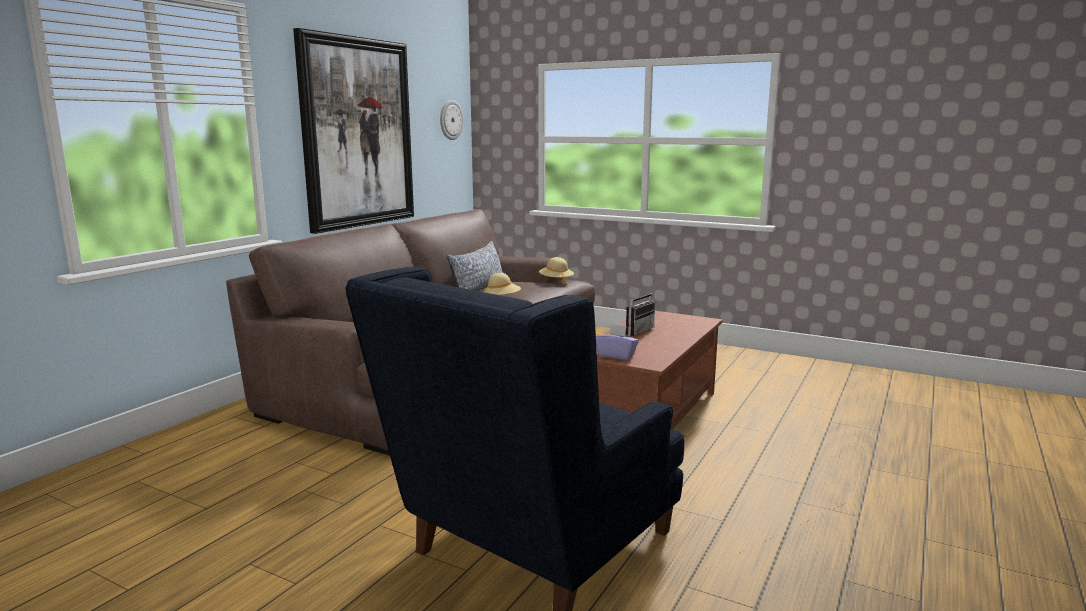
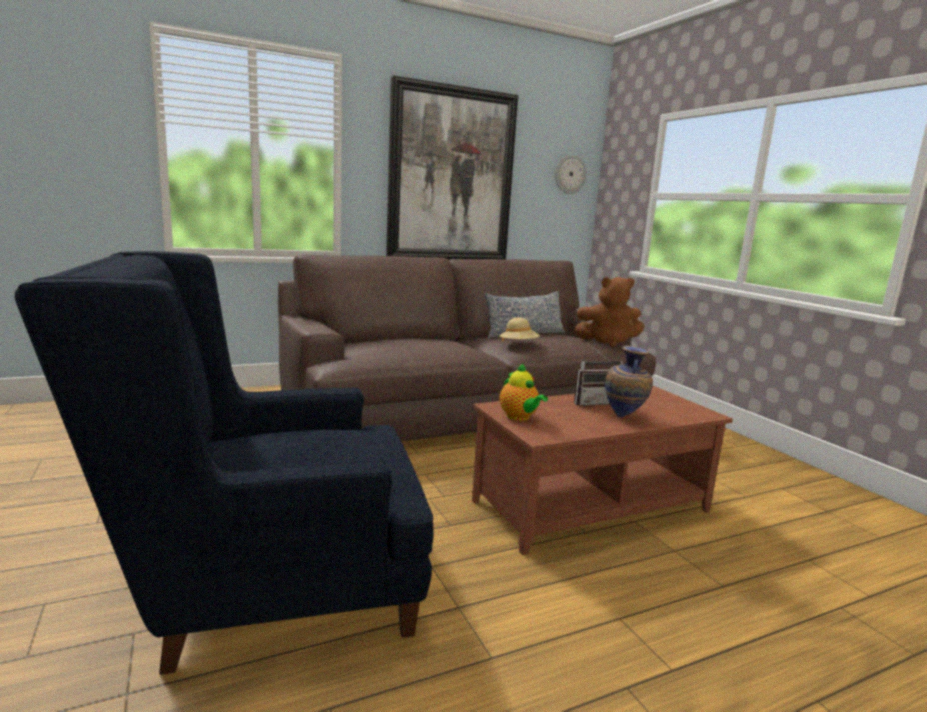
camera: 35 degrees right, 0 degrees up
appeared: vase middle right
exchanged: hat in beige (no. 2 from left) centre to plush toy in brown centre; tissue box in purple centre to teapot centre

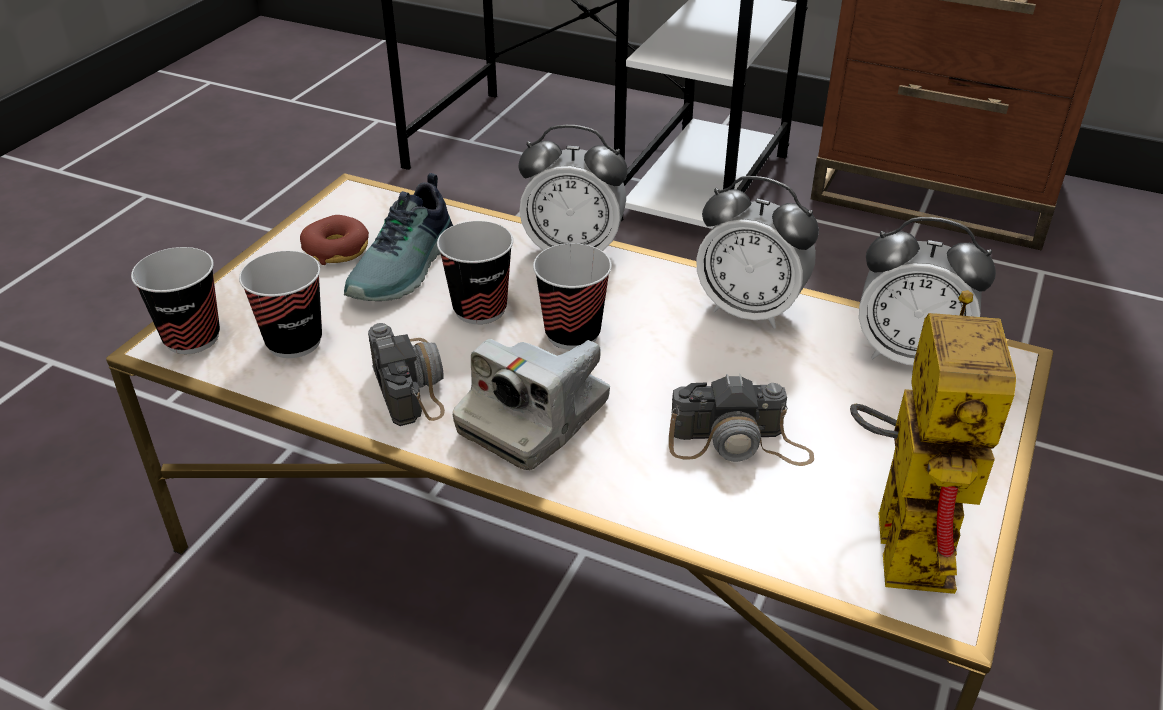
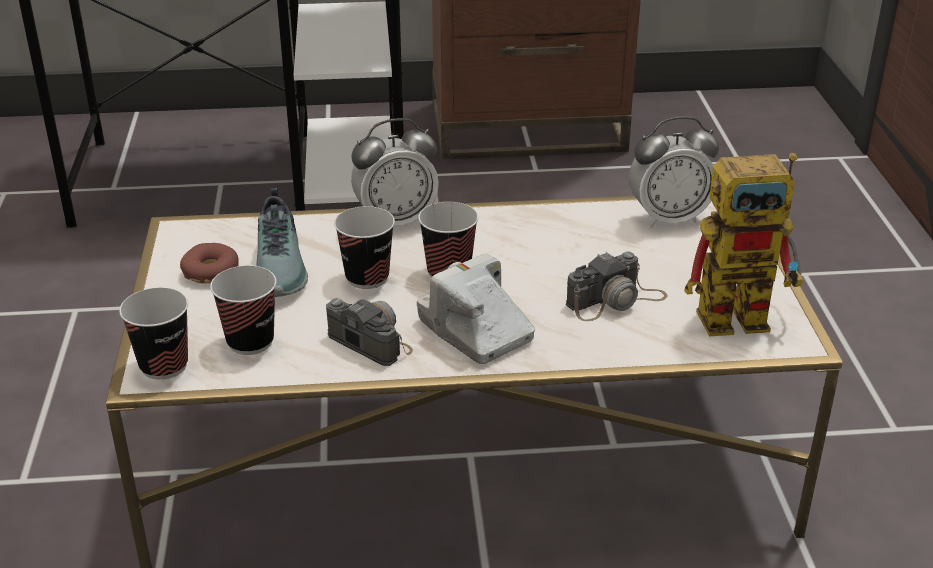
camera: 30 degrees left, 5 degrees down
missing: alarm clock (no. 2 from left) centre
spun: photo camera (no. 2 from left) centre = centre 135 degrees clockwise; toy robot middle right = middle right 105 degrees clockwise

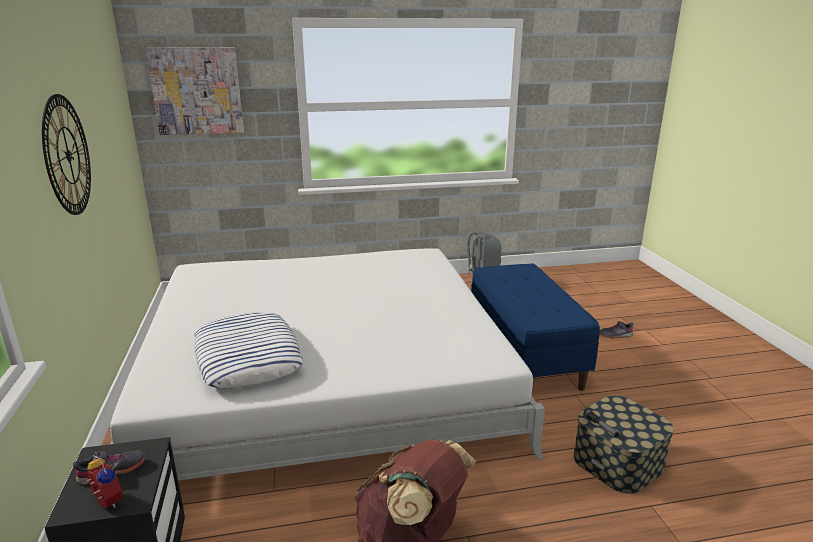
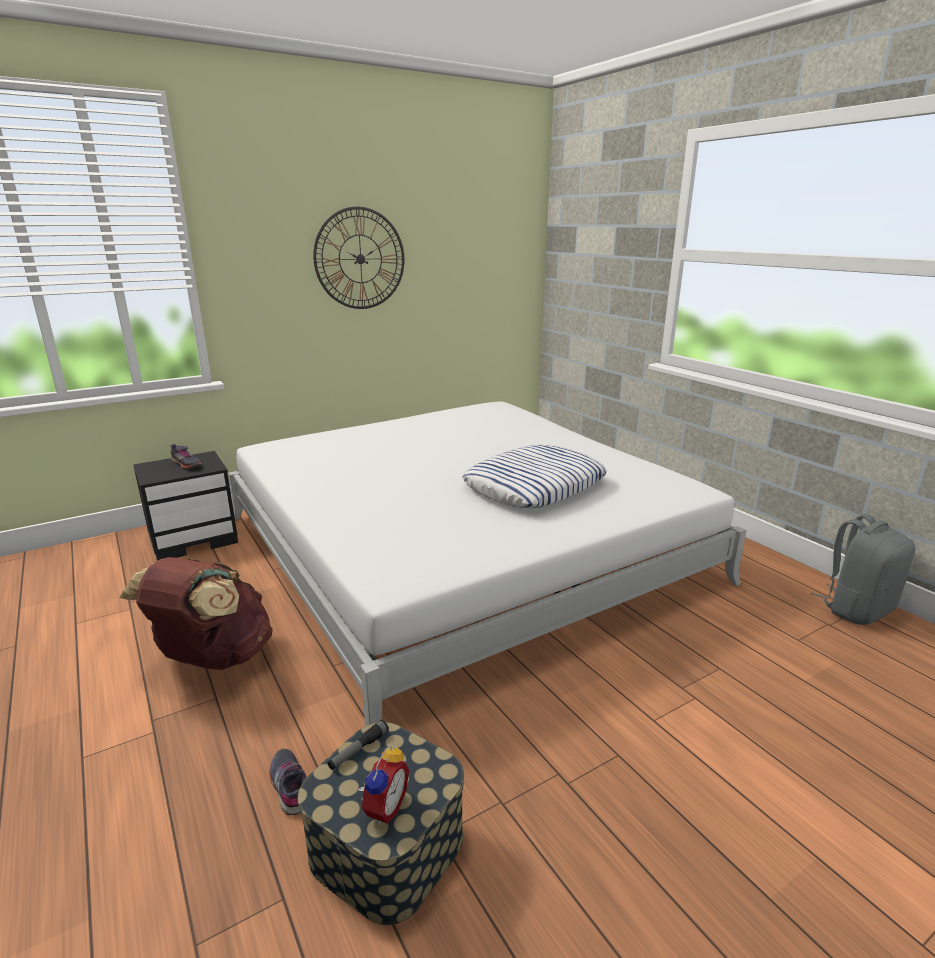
camera: 70 degrees right, 0 degrees up
missing: picture top left; bench in blue centre
relocated: alarm clock bottom left to bottom centre; pillow middle left to centre; shoe in grey (no. 2 from left) middle right to bottom left

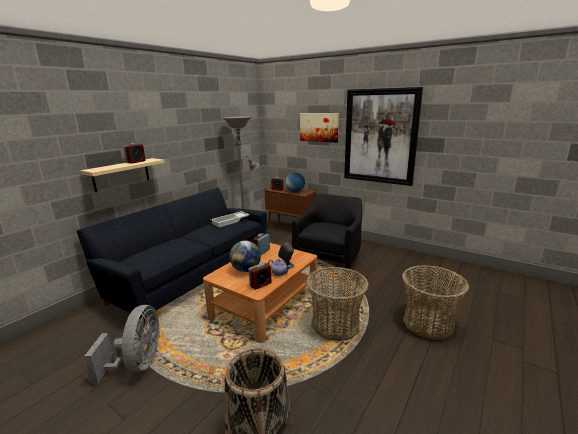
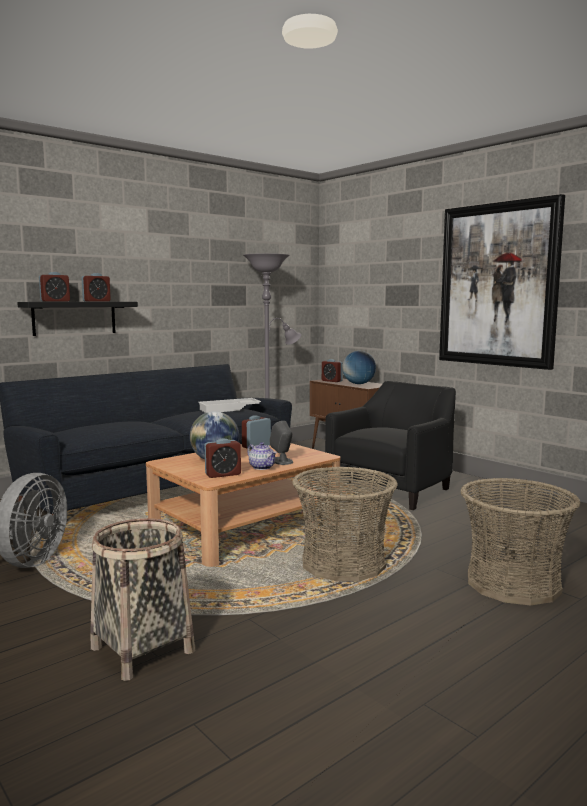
camera: 15 degrees right, 10 degrees down
missing: picture (no. 1 from left) top centre
appeared: alarm clock (no. 1 from left) middle left
colour: shelf in beige middle left to shelf in black middle left

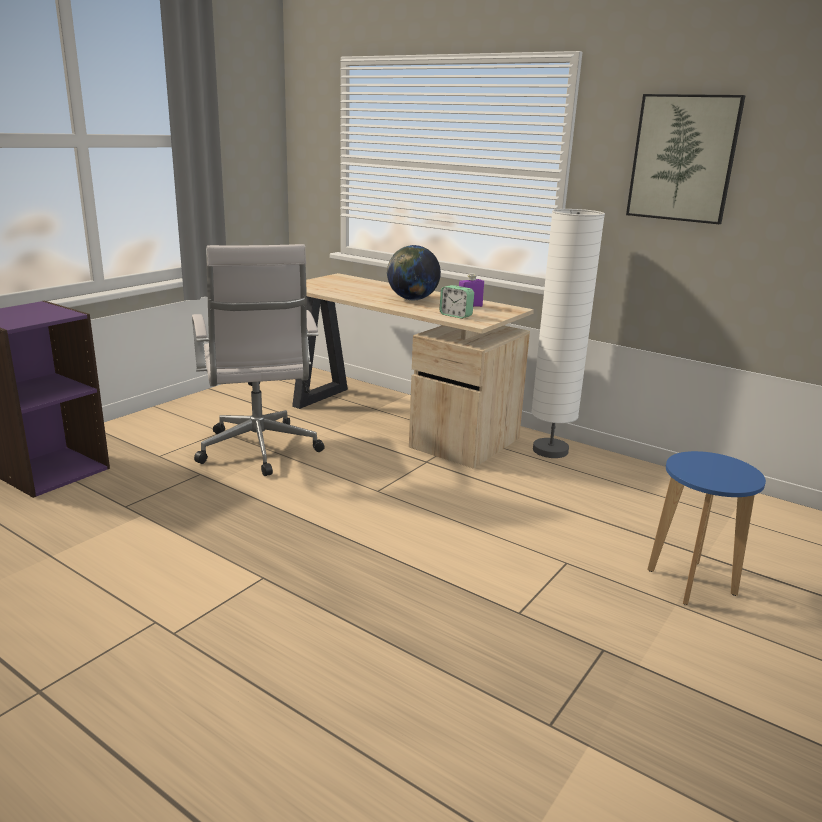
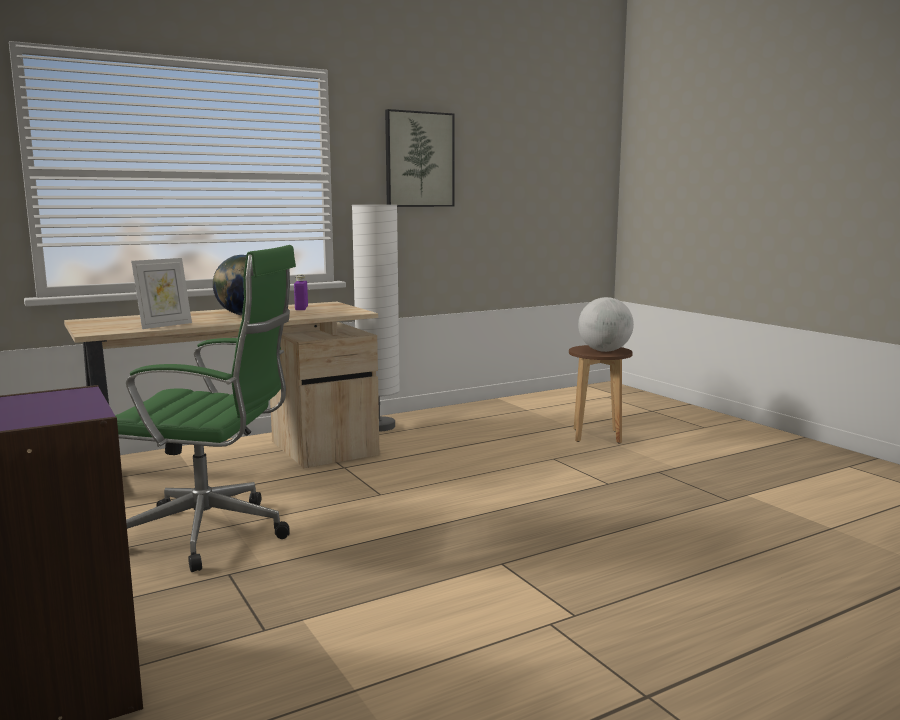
camera: 65 degrees left, 10 degrees down
missing: alarm clock centre
appeared: picture frame middle left; globe (no. 2 from left) middle right
colour: office chair in white middle left to office chair in green middle left; stool in blue middle right to stool in brown middle right

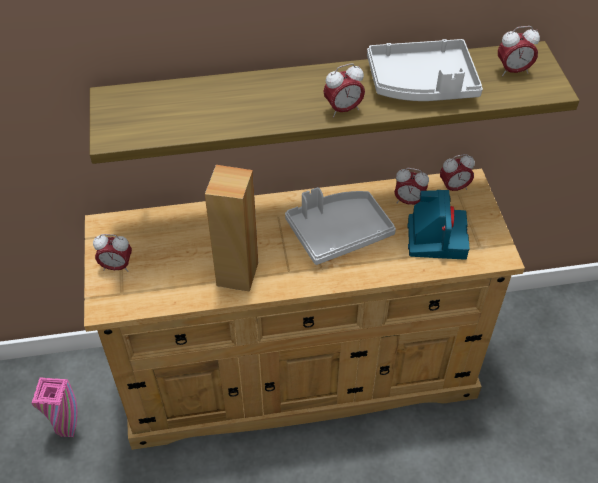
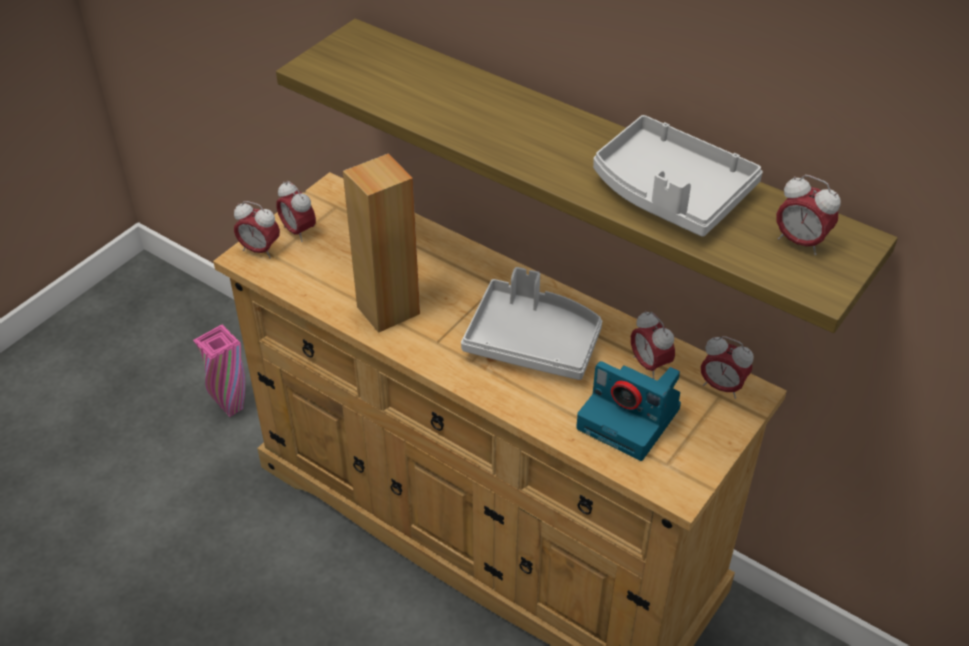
camera: 45 degrees right, 5 degrees down
relocated: alarm clock (no. 2 from left in the first image) top centre to alarm clock (no. 1 from left) middle left
spun: photo camera middle right = centre 75 degrees clockwise

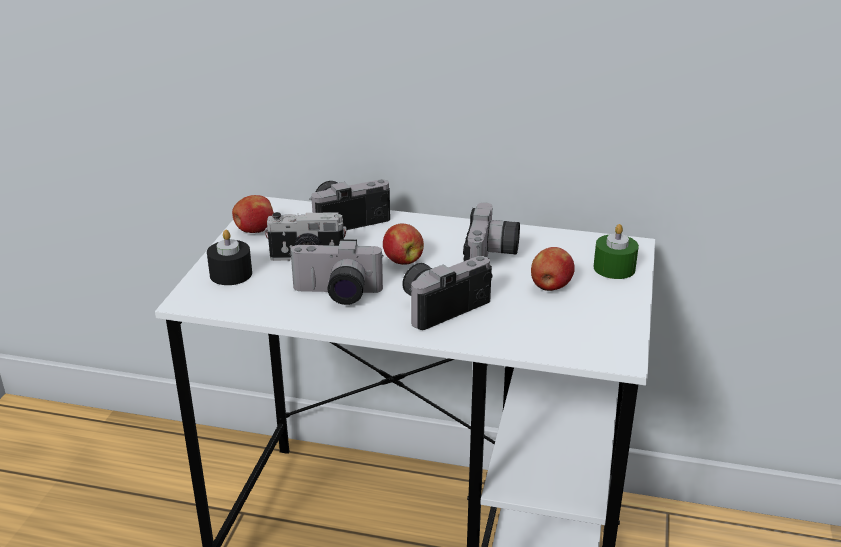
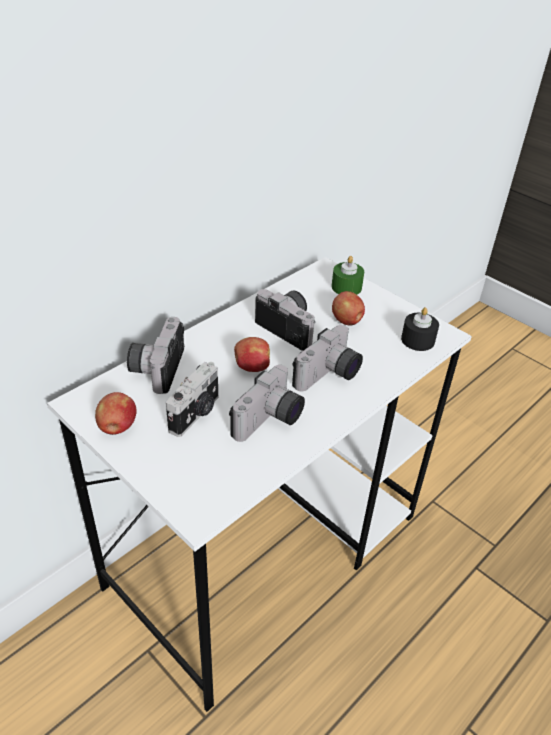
camera: 60 degrees left, 10 degrees up
relocated: candle in black middle left to middle right
spun: photo camera (no. 4 from left in the first image) centre = centre 135 degrees counterclockwise

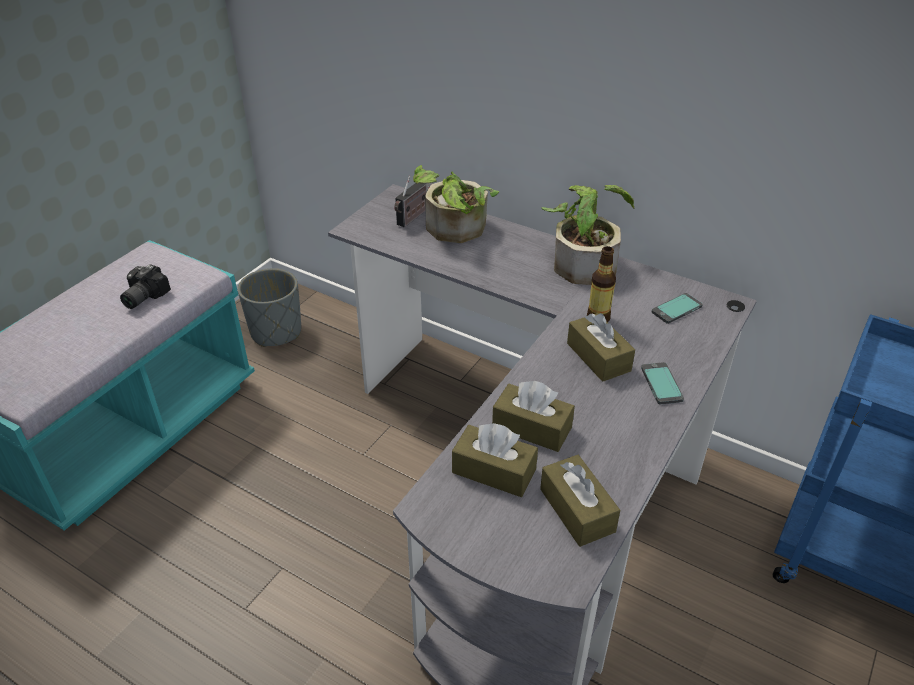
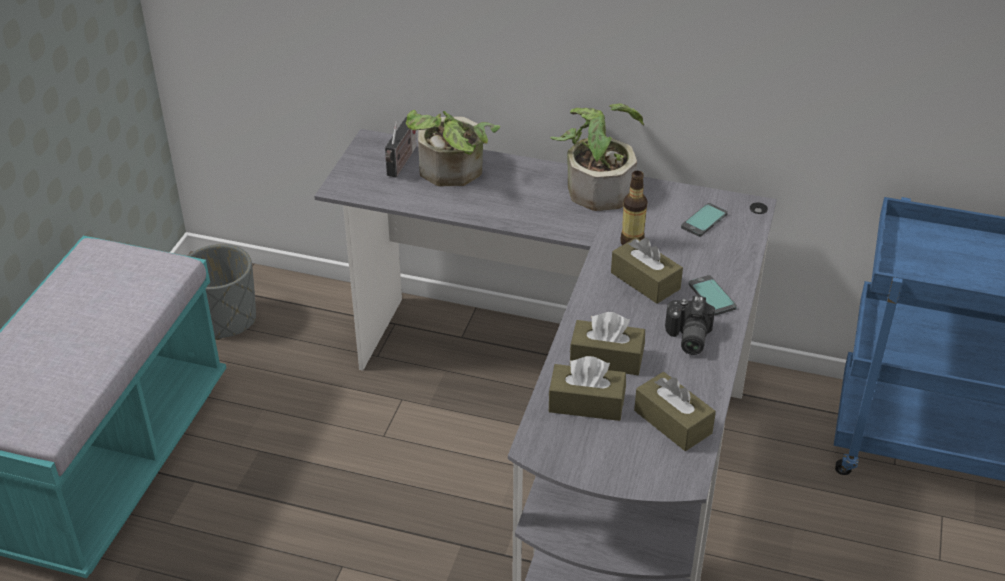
camera: 15 degrees left, 0 degrees up
relocated: photo camera middle left to middle right

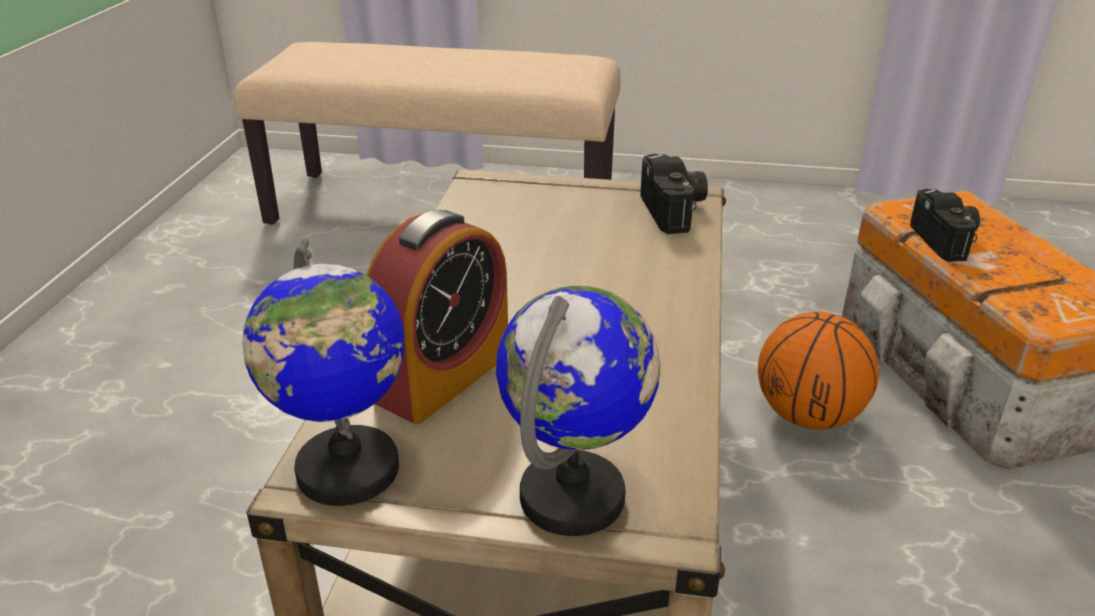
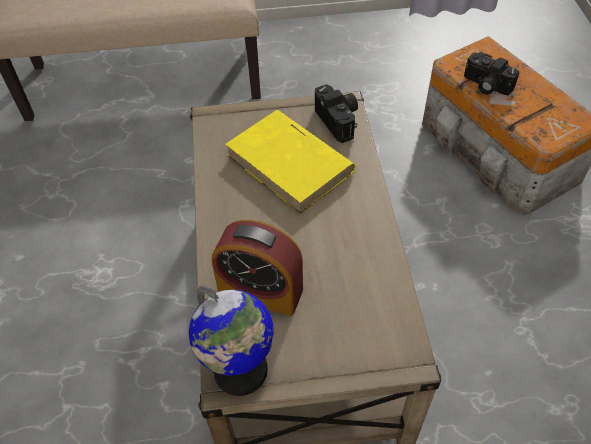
camera: 15 degrees left, 20 degrees up
missing: globe (no. 2 from left) bottom centre; basketball middle right
appeared: book in yellow centre
spun: alarm clock centre = centre 90 degrees clockwise; photo camera (no. 2 from left) middle right = top right 150 degrees clockwise

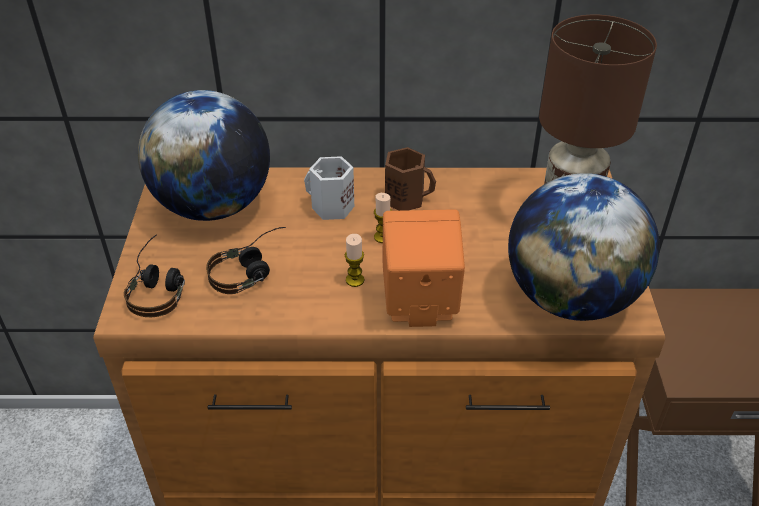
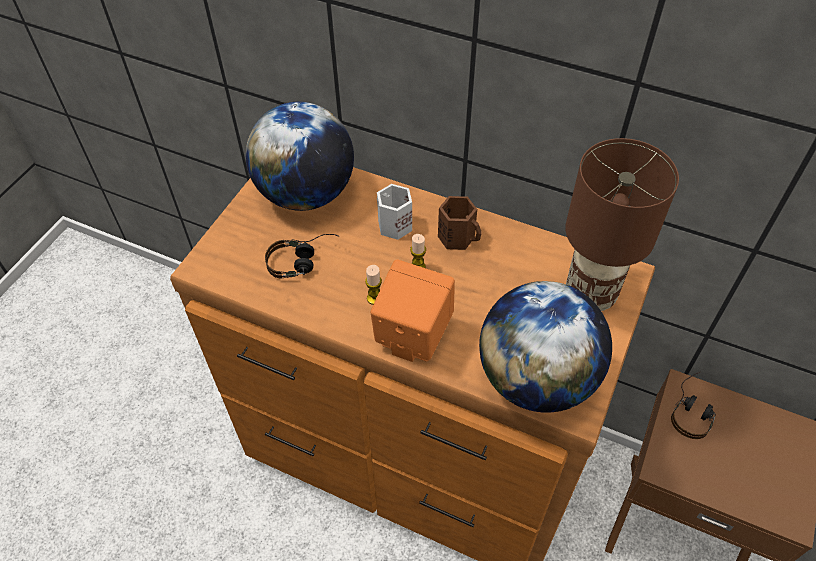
camera: 25 degrees right, 10 degrees up
relocated: headphones (no. 1 from left in the first image) middle left to headphones (no. 2 from left) bottom right

